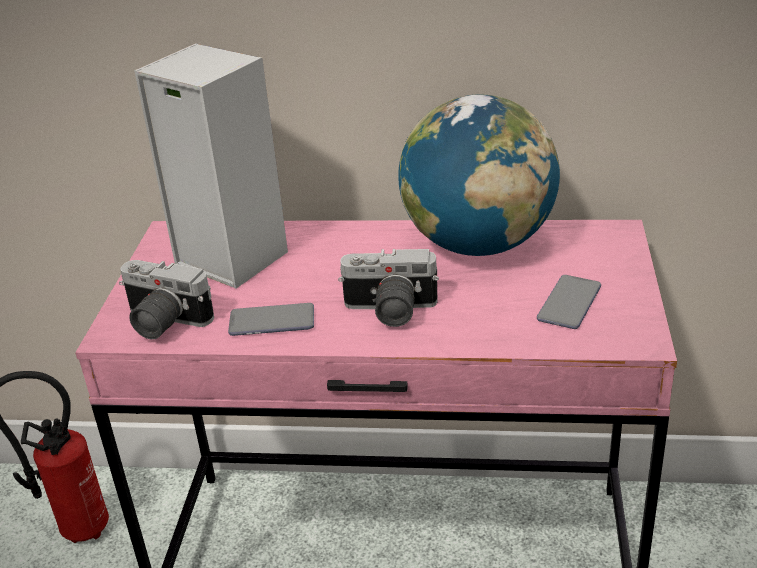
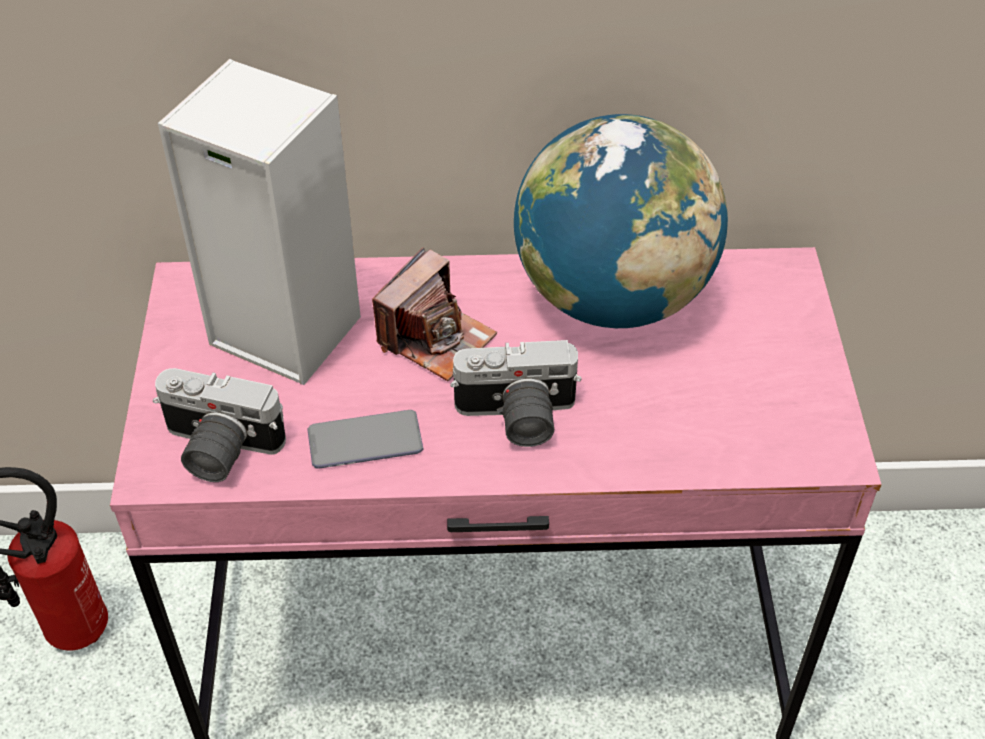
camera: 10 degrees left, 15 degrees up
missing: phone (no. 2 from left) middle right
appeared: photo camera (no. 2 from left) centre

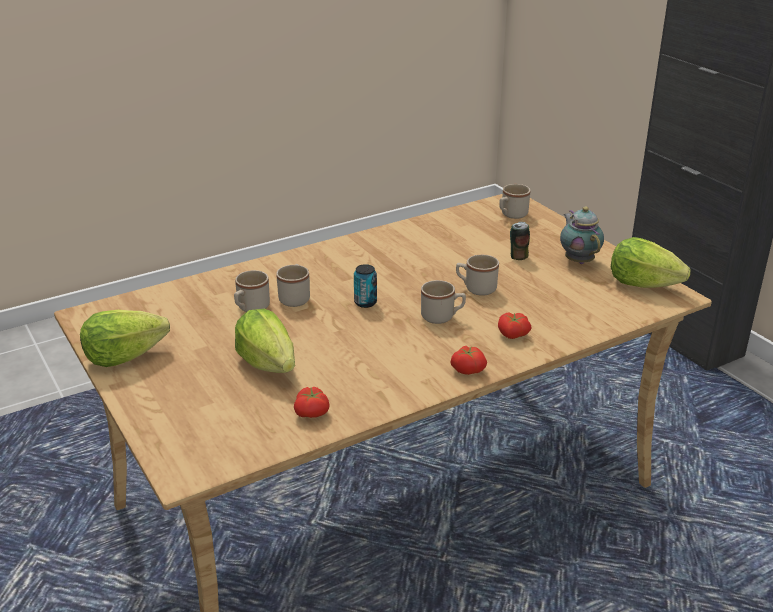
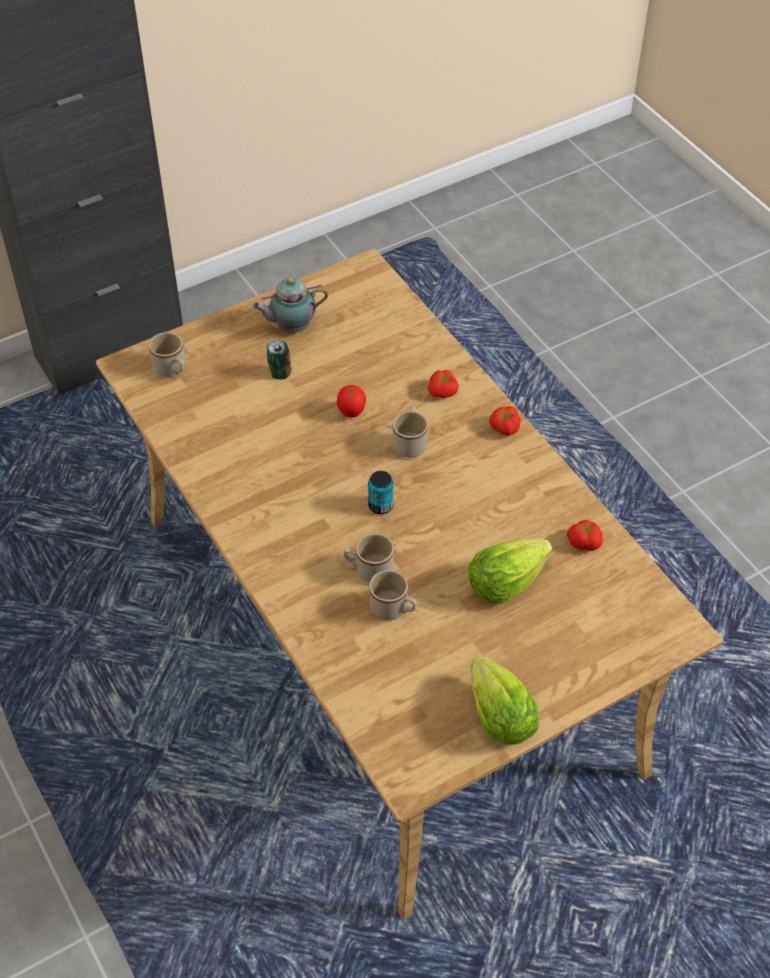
camera: 90 degrees left, 20 degrees up
missing: lettuce (no. 3 from left) middle right
exchanged: mug in beige (no. 4 from left) centre to tomato (no. 1 from left) centre

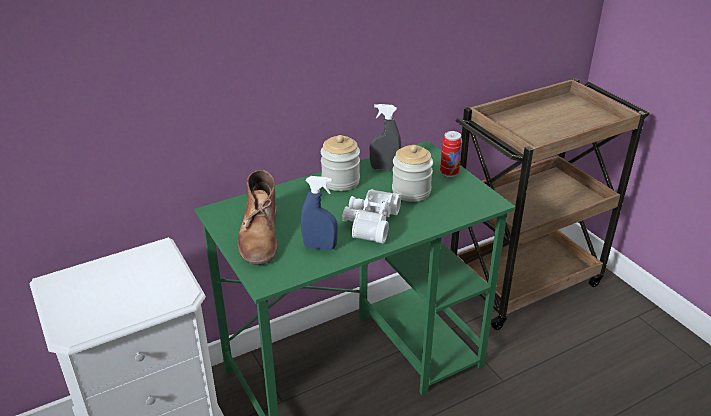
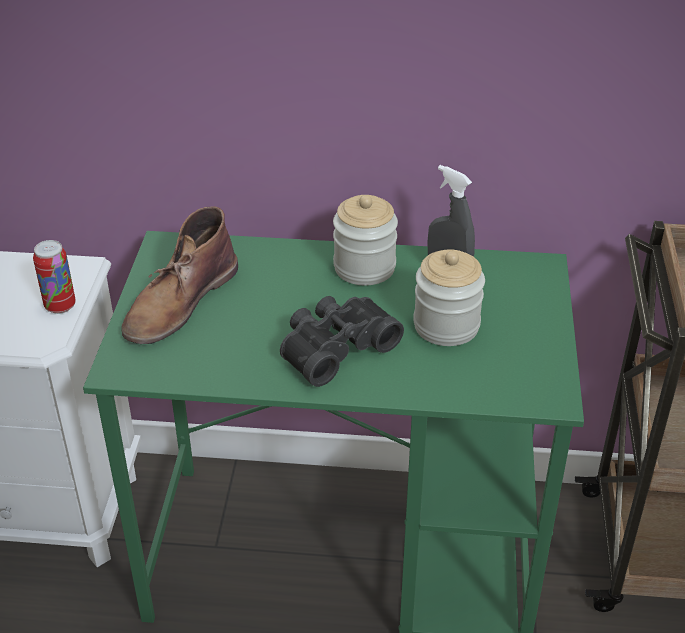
camera: 35 degrees right, 5 degrees up
missing: spray bottle in blue centre
relocated: can centre to middle left
colour: binoculars in white centre to binoculars in black centre

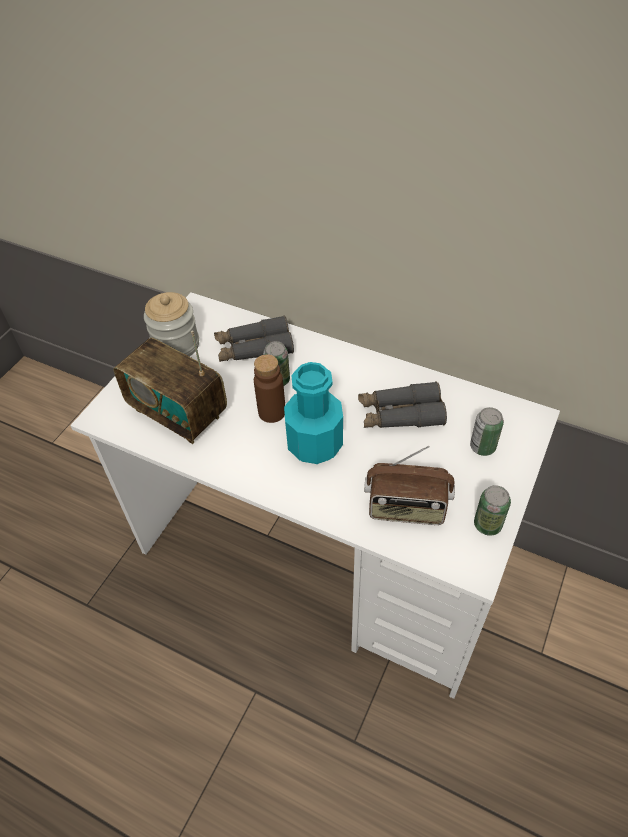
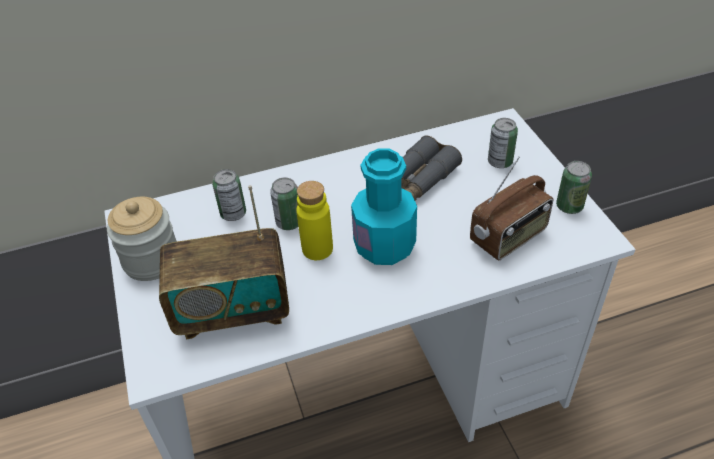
camera: 45 degrees left, 5 degrees down
exchanged: binoculars in grey (no. 1 from left) centre to can (no. 1 from left) middle left
colour: bottle in brown centre to bottle in yellow centre

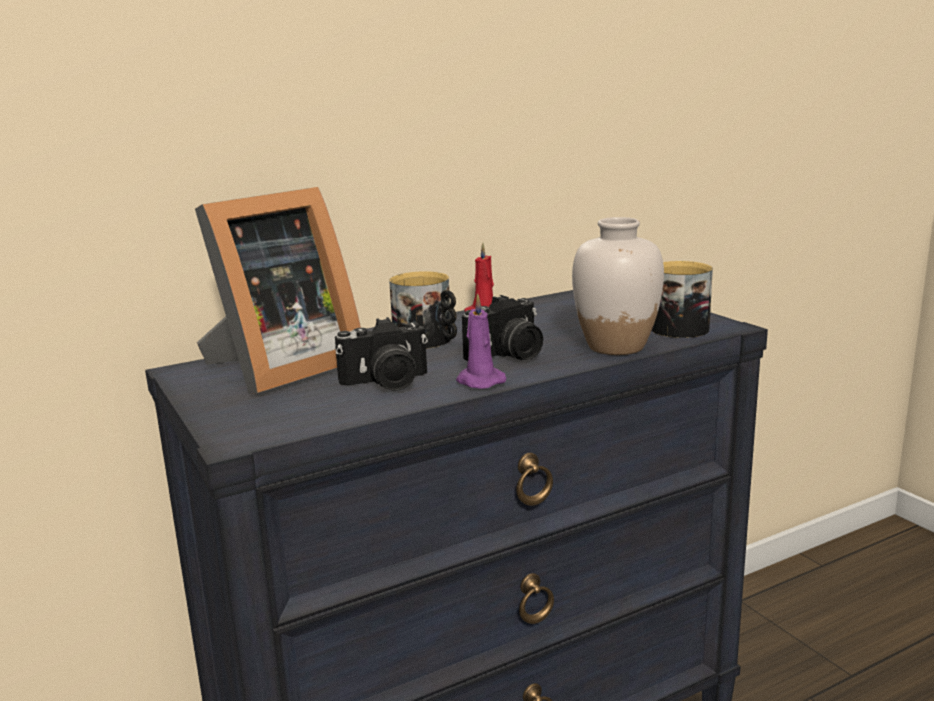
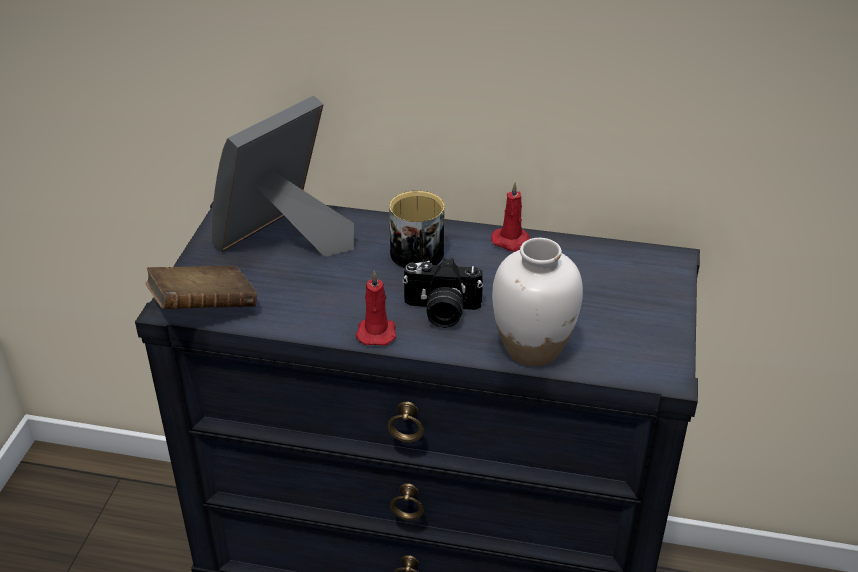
camera: 40 degrees right, 20 degrees up
missing: photo camera (no. 1 from left) centre; mug (no. 2 from left) middle right
appeared: book in brown middle left
colour: candle in purple centre to candle in red (no. 1 from left) centre
spun: picture frame middle left = top left 135 degrees clockwise

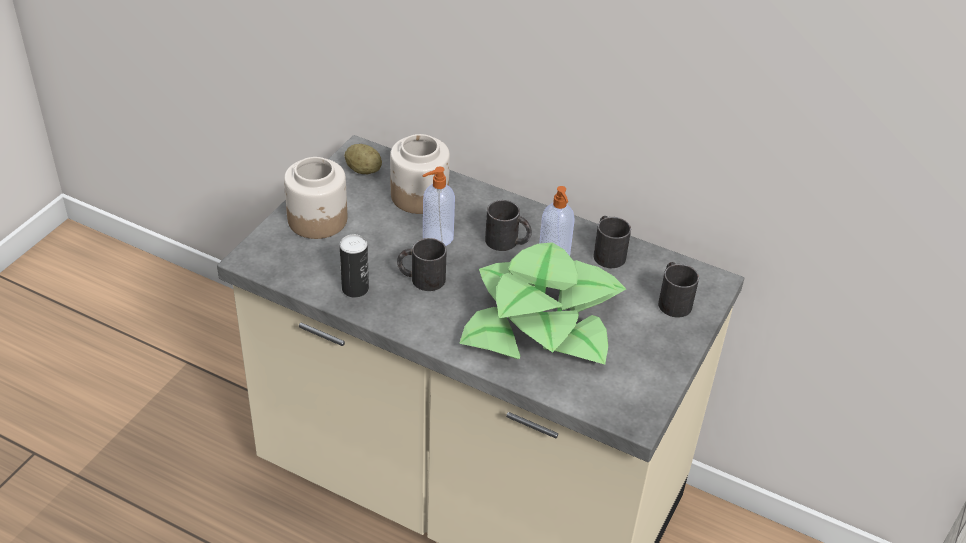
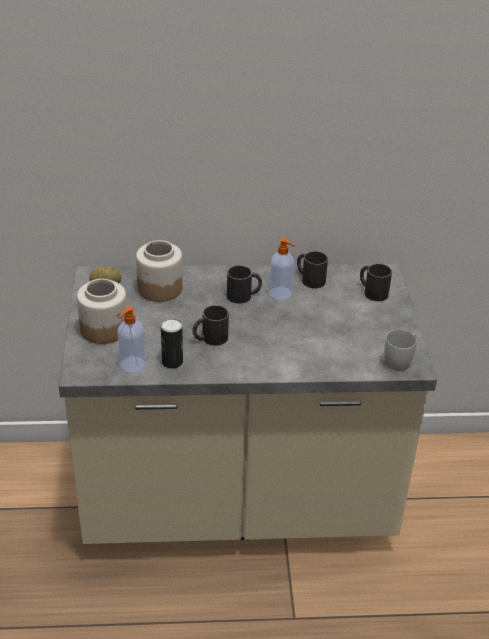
camera: 30 degrees left, 5 degrees down
missing: potted plant centre
appeared: mug in white middle right
relocated: soap dispenser (no. 1 from left) centre to middle left

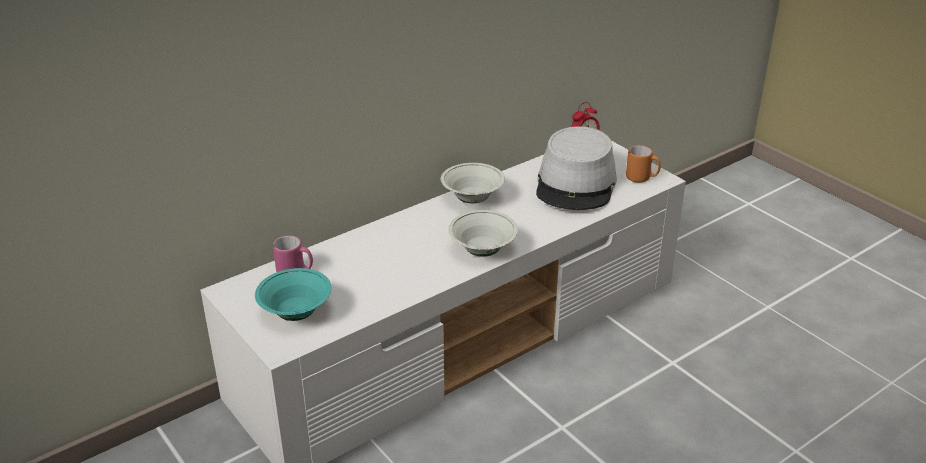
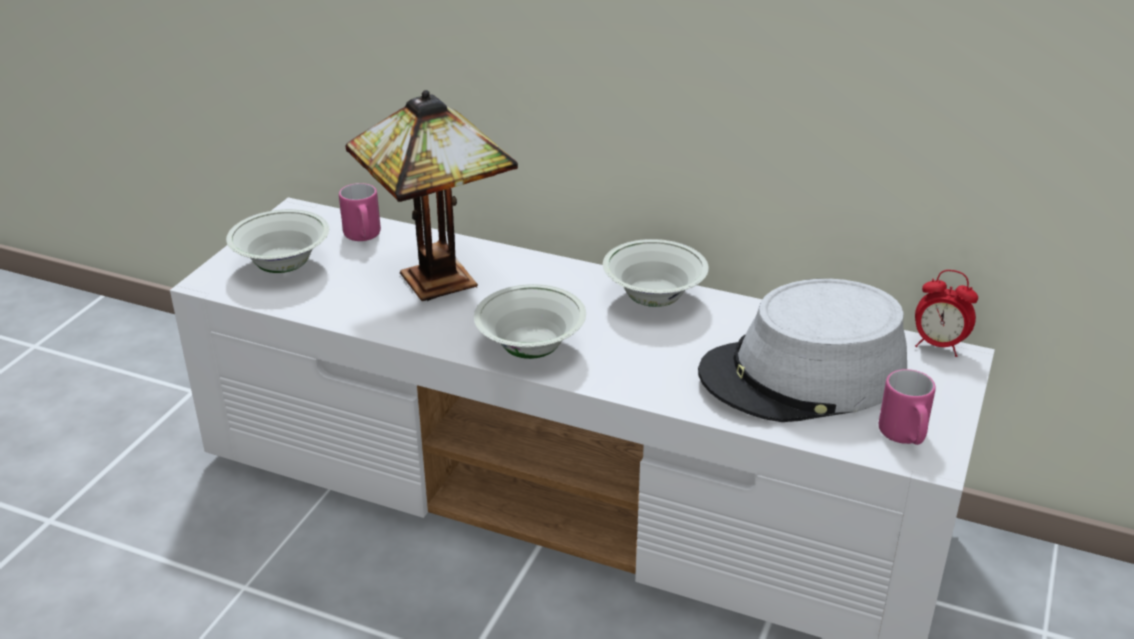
camera: 60 degrees right, 0 degrees up
appeared: table lamp top centre
colour: bowl in turquoise middle left to bowl in white (no. 1 from left) middle left; mug in orange middle right to mug in pink (no. 2 from left) middle right

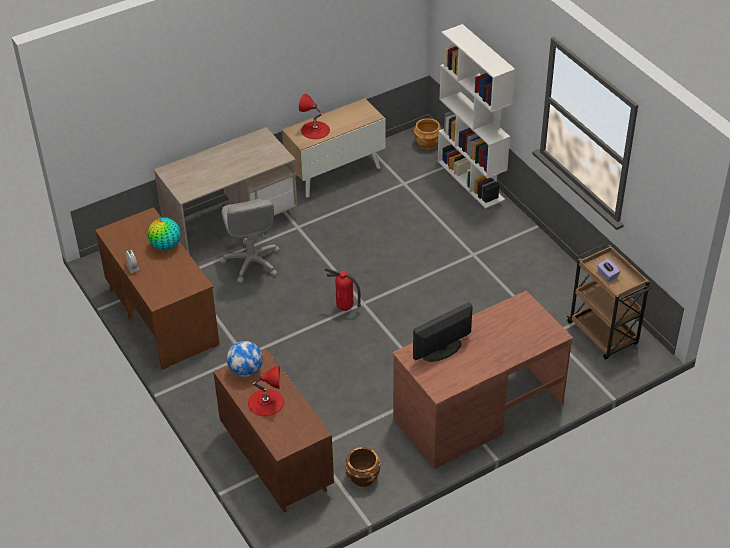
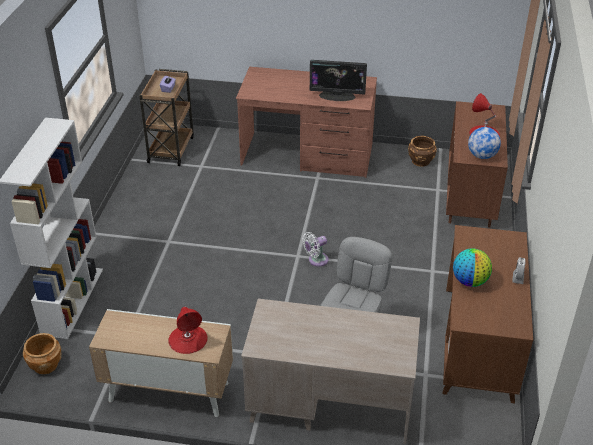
camera: 140 degrees left, 5 degrees down
exchanged: fire extinguisher centre to fan in white centre

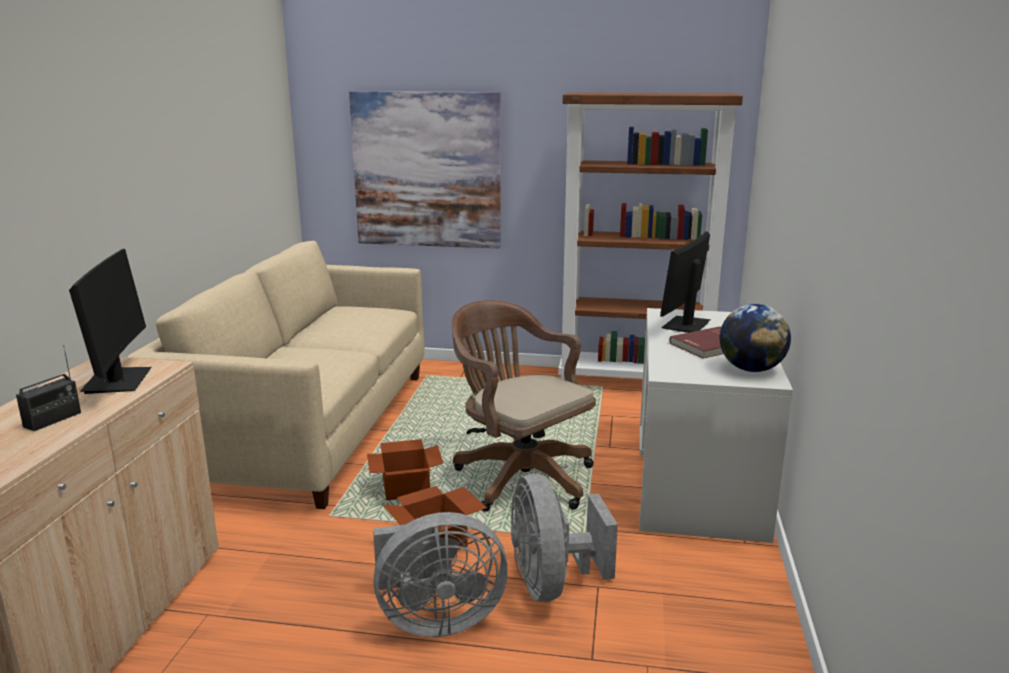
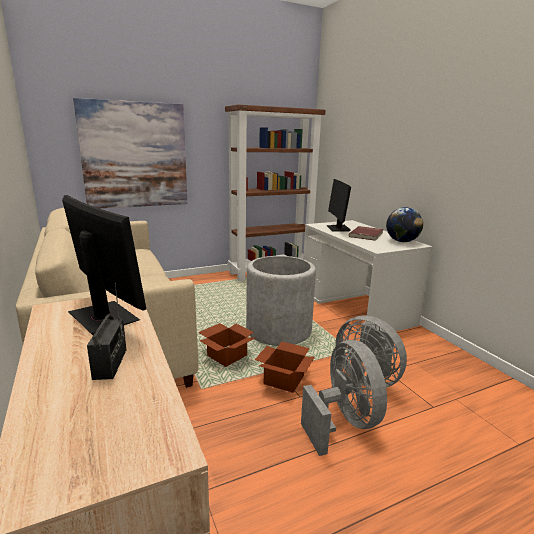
camera: 35 degrees left, 0 degrees up
exchanged: office chair in brown centre to planter in grey centre
spun: fan in grey (no. 1 from left) bottom centre = bottom centre 60 degrees counterclockwise

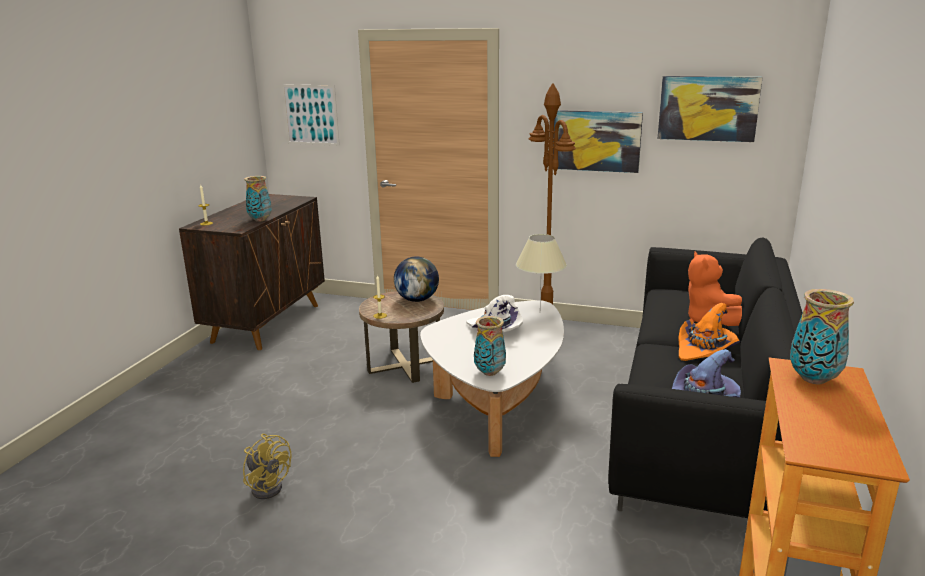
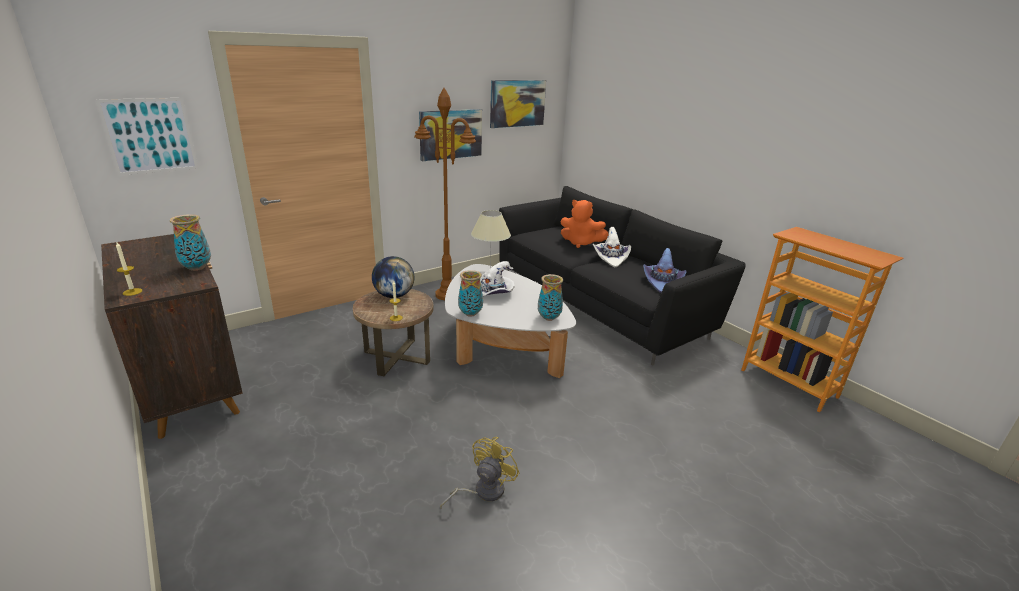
camera: 55 degrees left, 5 degrees up
relocated: vase (no. 3 from left in the first image) middle right to vase (no. 2 from left) centre
colour: hat in orange middle right to hat in white (no. 2 from left) centre
spun: fan in yellow bottom left = bottom centre 45 degrees counterclockwise

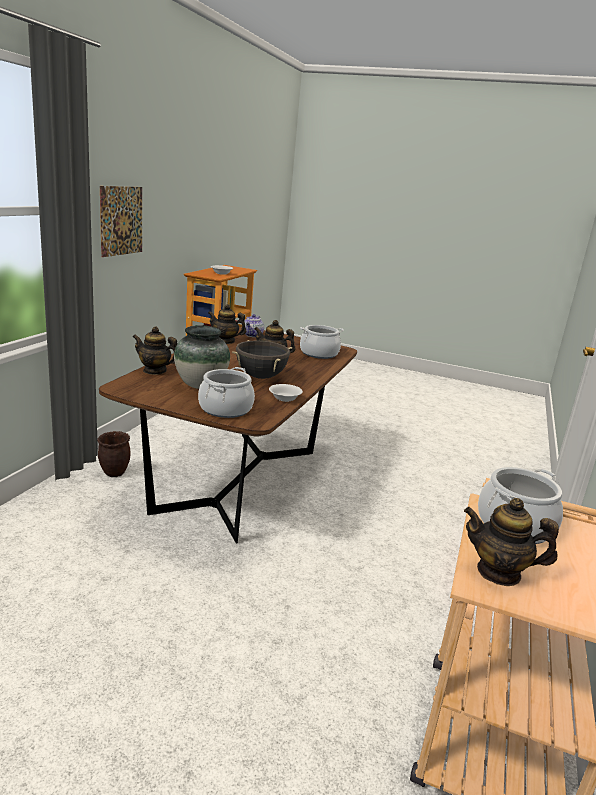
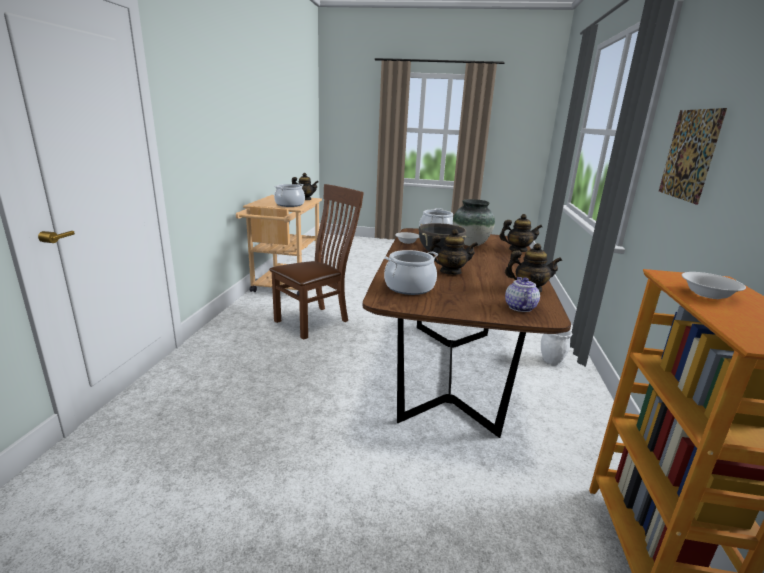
camera: 170 degrees right, 0 degrees up
appeared: chair in brown centre
colour: planter in brown middle left to planter in white middle right

